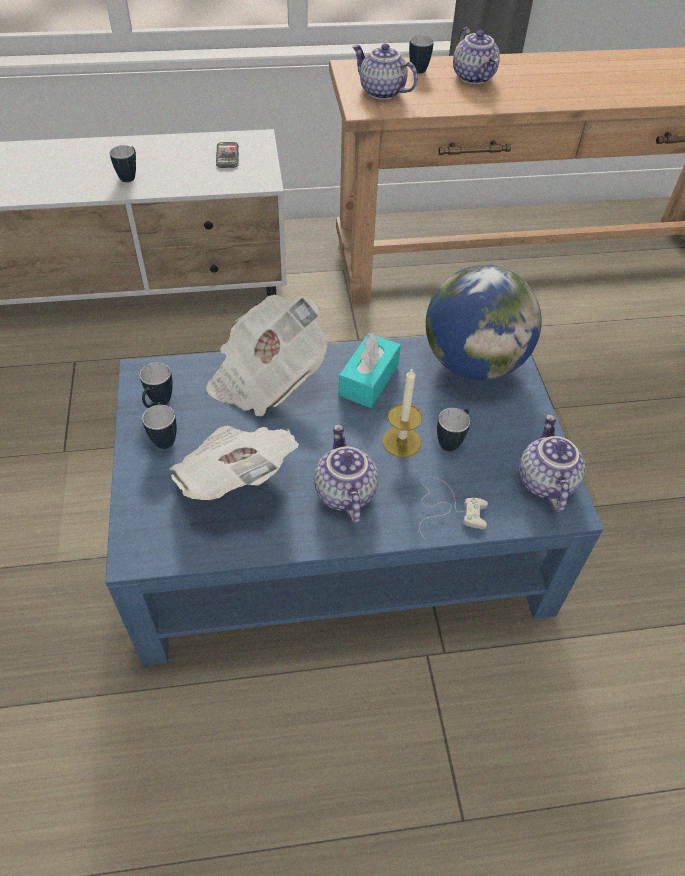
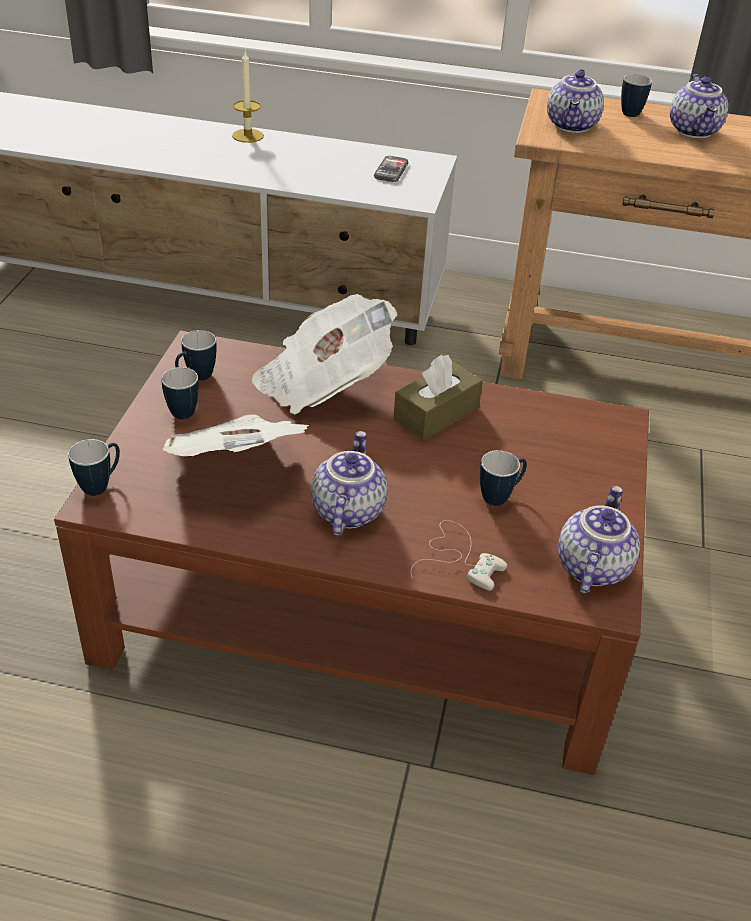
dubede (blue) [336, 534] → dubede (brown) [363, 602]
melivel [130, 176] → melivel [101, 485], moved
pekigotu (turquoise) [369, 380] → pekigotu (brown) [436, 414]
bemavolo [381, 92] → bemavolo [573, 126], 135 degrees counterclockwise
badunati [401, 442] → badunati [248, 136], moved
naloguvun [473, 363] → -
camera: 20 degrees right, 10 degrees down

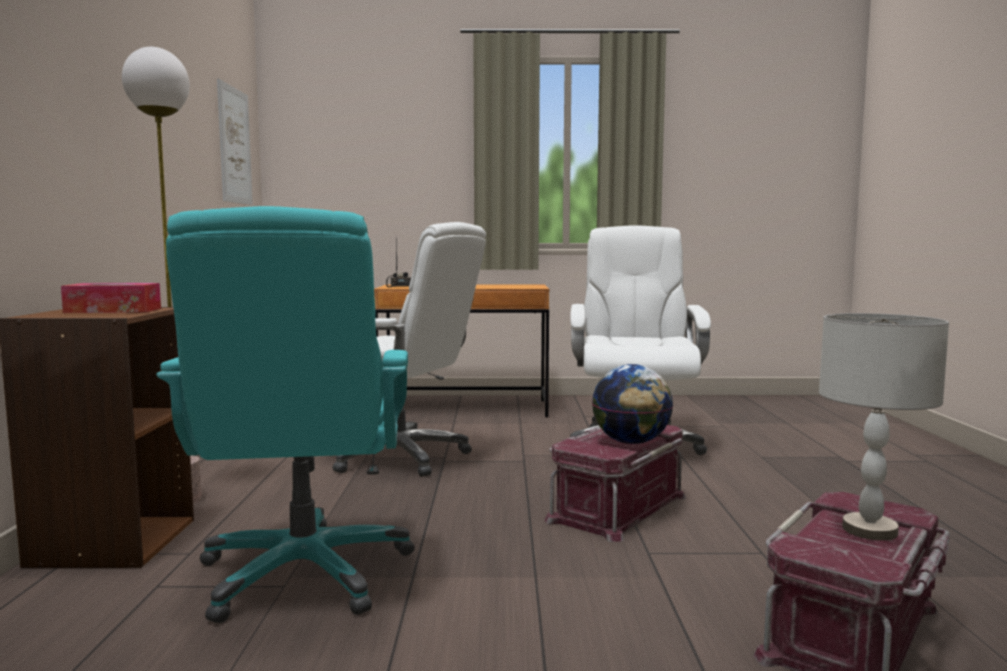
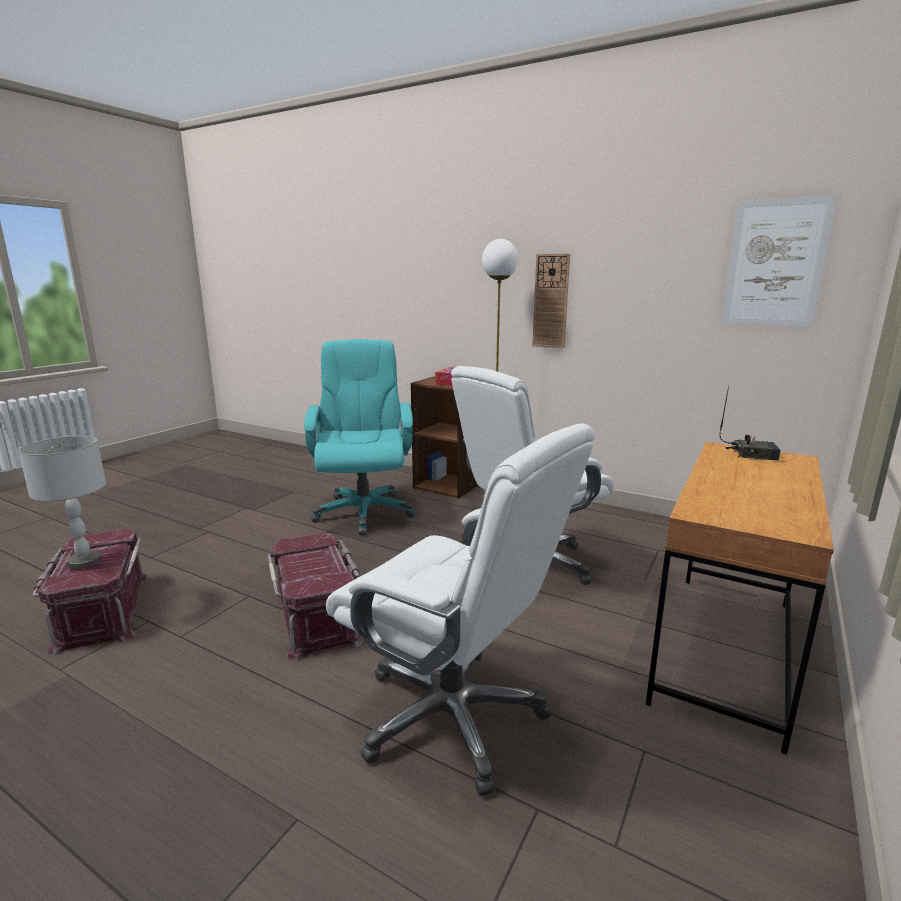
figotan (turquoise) [304, 573] → figotan (turquoise) [364, 512], 60 degrees clockwise
naloguvun [631, 442] → -
- → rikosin [551, 301]
camera: 120 degrees right, 10 degrees up

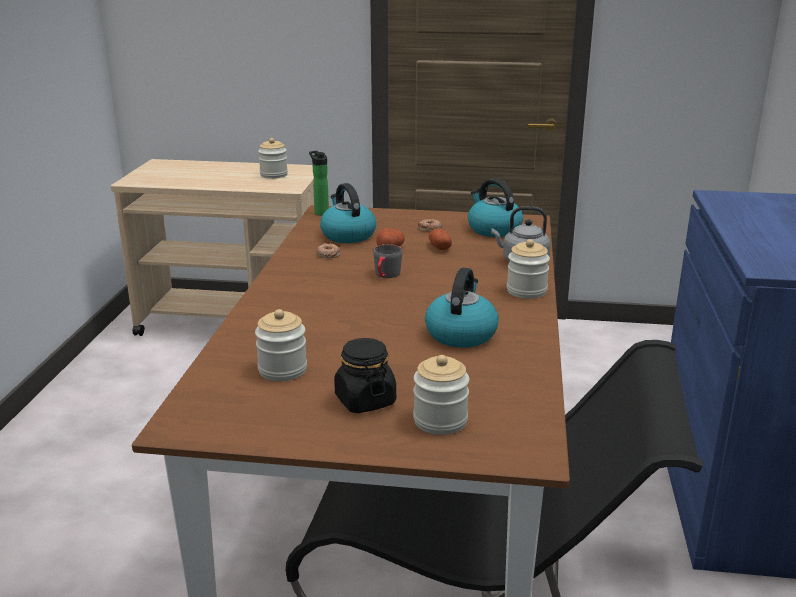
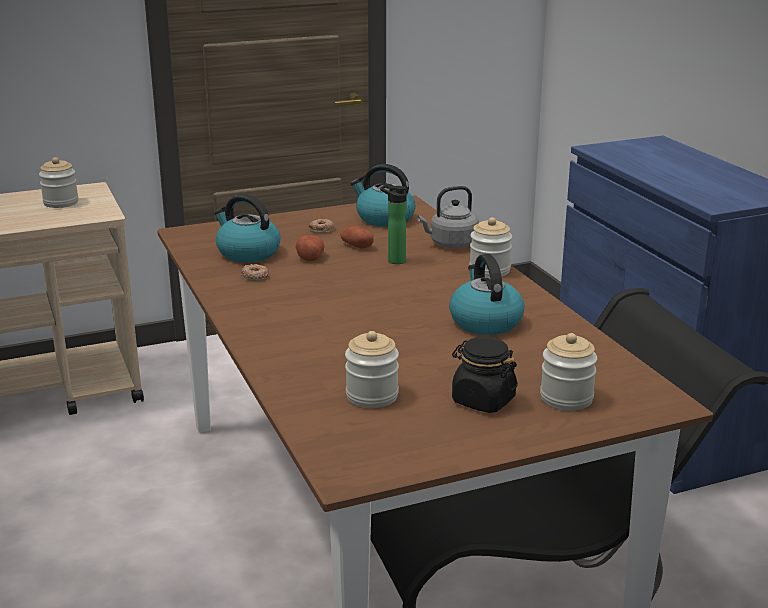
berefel [320, 212] → berefel [394, 260], moved
melivel (grey) [386, 276] → -
camera: 30 degrees left, 0 degrees up

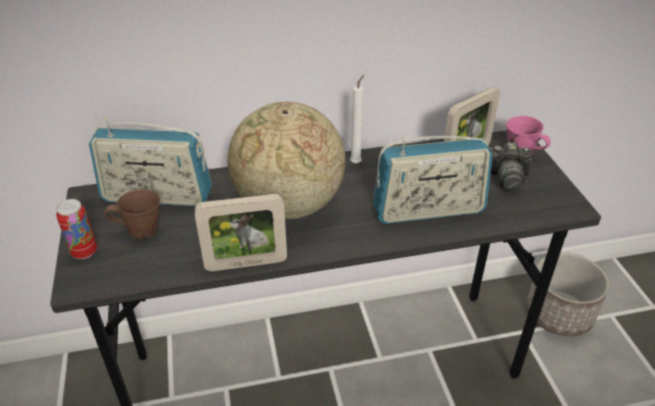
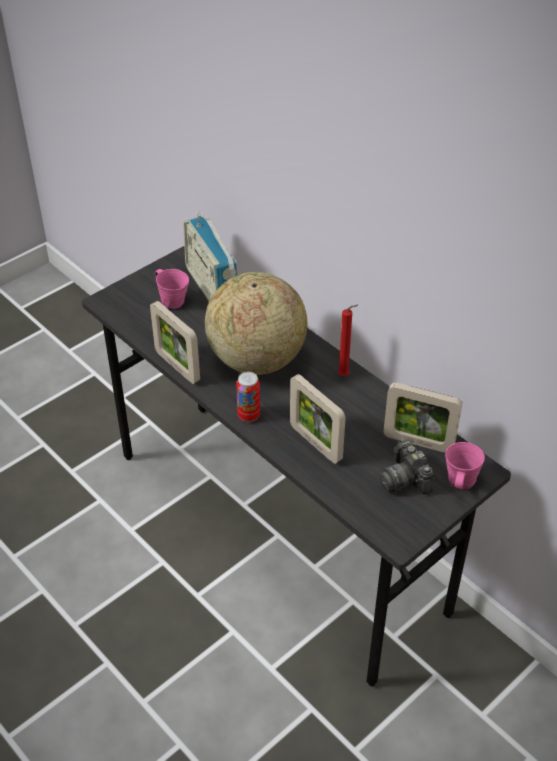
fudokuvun [84, 252] → fudokuvun [248, 415], moved
melivel (brown) [141, 230] → melivel (pink) [172, 300]
badunati (white) [356, 162] → badunati (red) [345, 375]
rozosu [428, 210] → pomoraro [315, 443]
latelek [559, 313] → -
camera: 60 degrees right, 5 degrees up

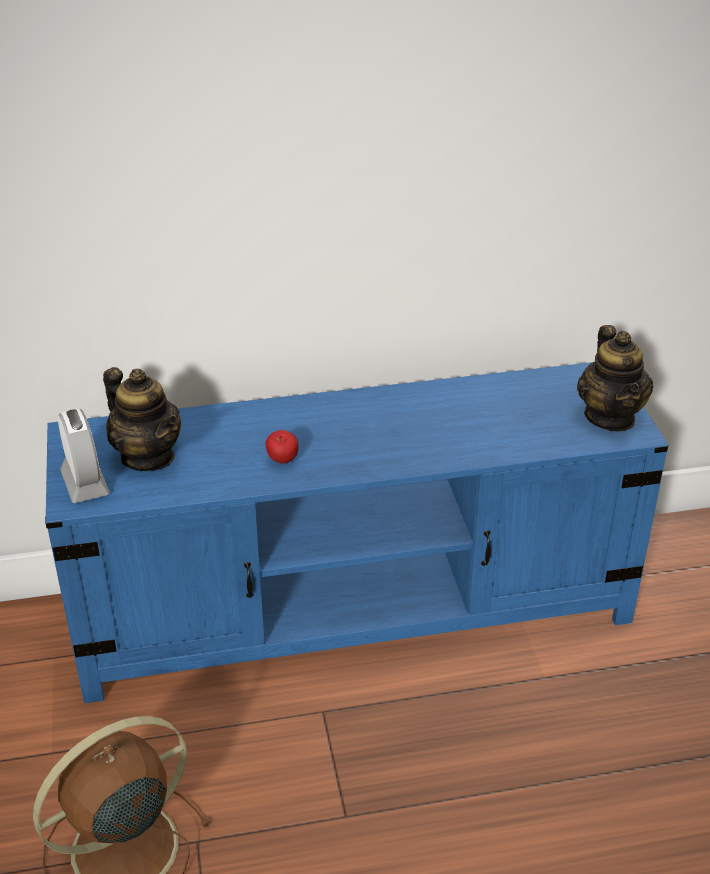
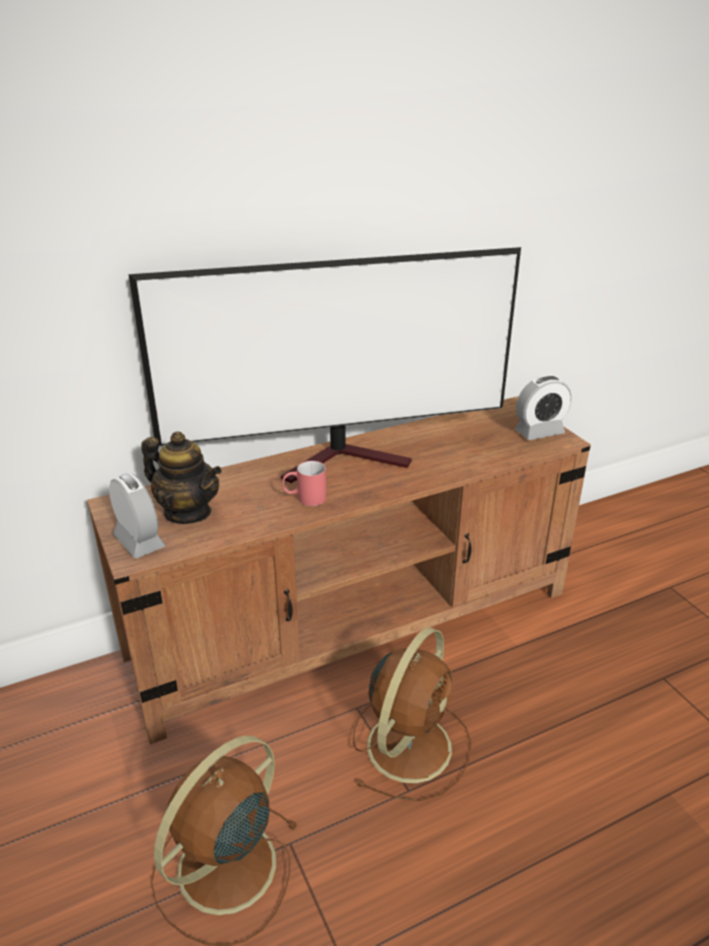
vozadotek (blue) [356, 611] → vozadotek (brown) [355, 623]
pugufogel [282, 461] → melivel (red) [304, 499]
bemavolo [610, 417] → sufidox [539, 432]
- → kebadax [346, 459]
- → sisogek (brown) [410, 743]
camera: 15 degrees left, 5 degrees down

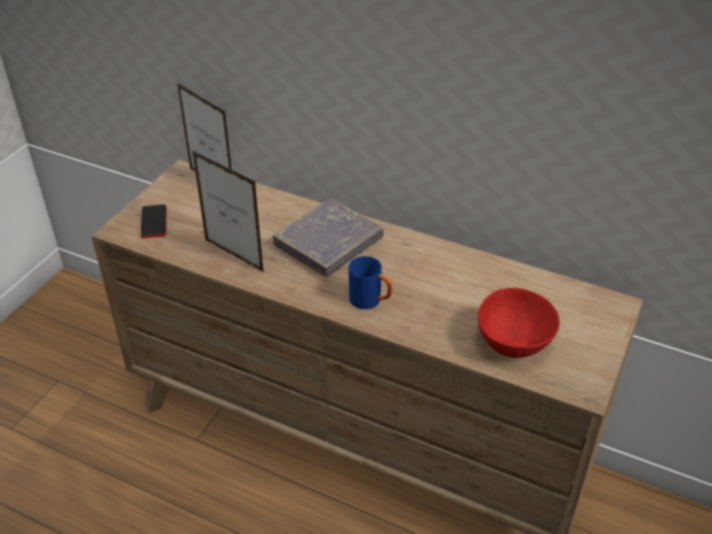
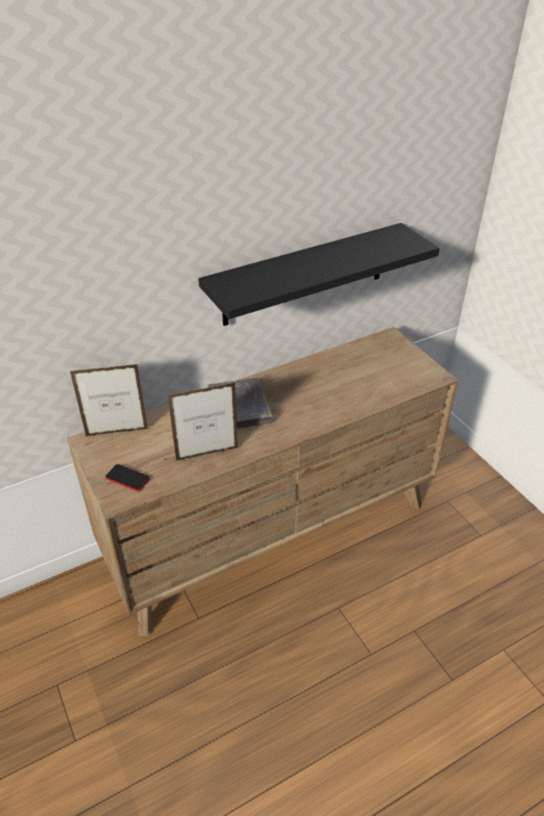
melivel (blue) [370, 301] → -
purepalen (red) [514, 341] → -
- → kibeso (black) [305, 275]
camera: 55 degrees left, 0 degrees up

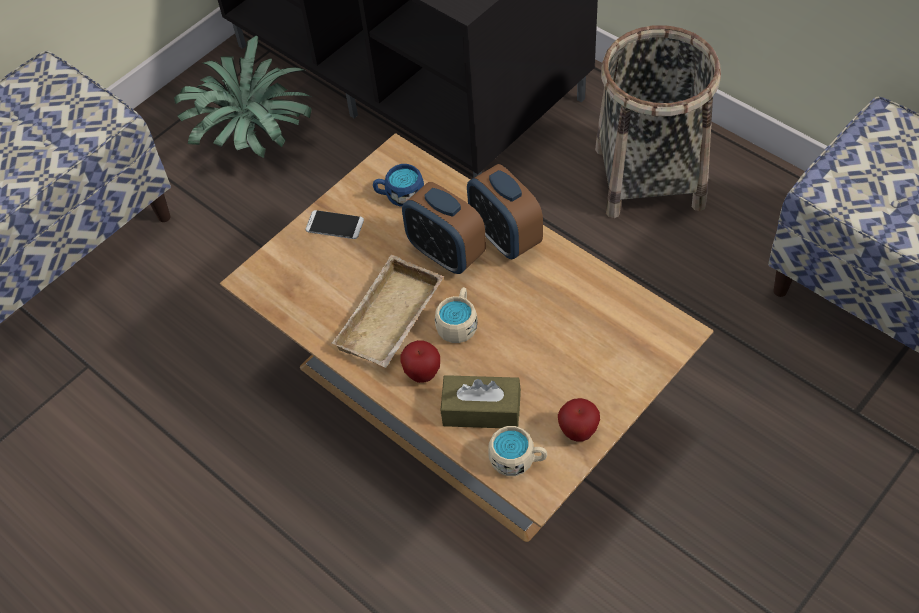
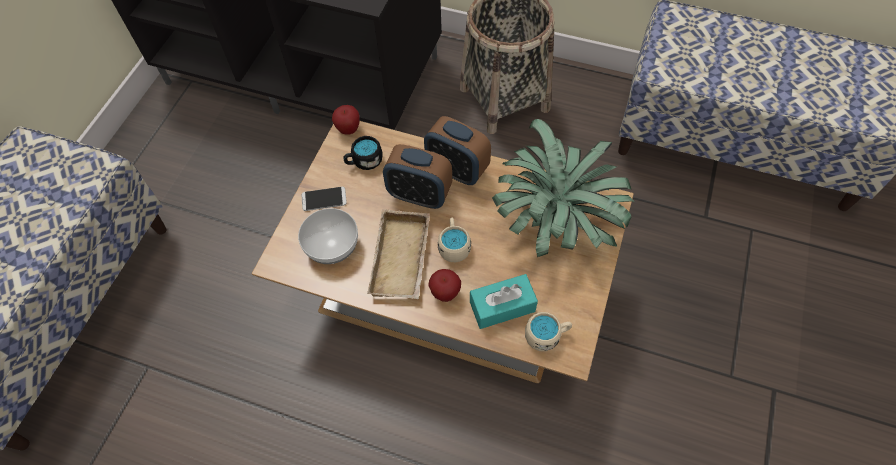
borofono [255, 136] → borofono [557, 219], moved
melivel (blue) [400, 195] → melivel (black) [364, 161]
pekigotu (brown) [481, 410] → pekigotu (turquoise) [502, 306]
pugufogel [578, 432] → pugufogel [348, 129], moved
- → purepalen [333, 247]
camera: 25 degrees left, 5 degrees up

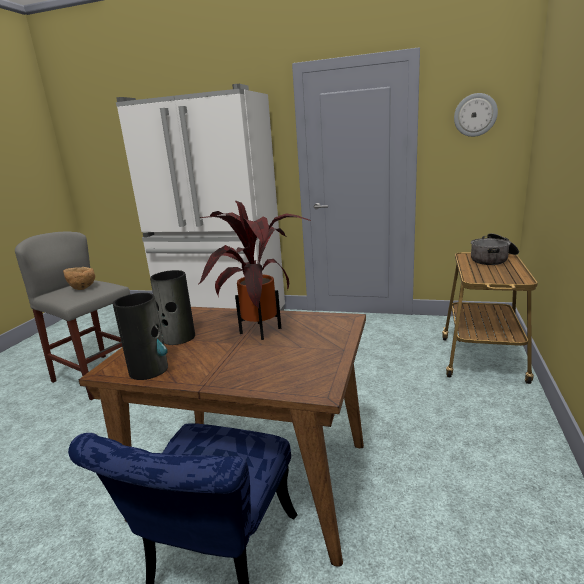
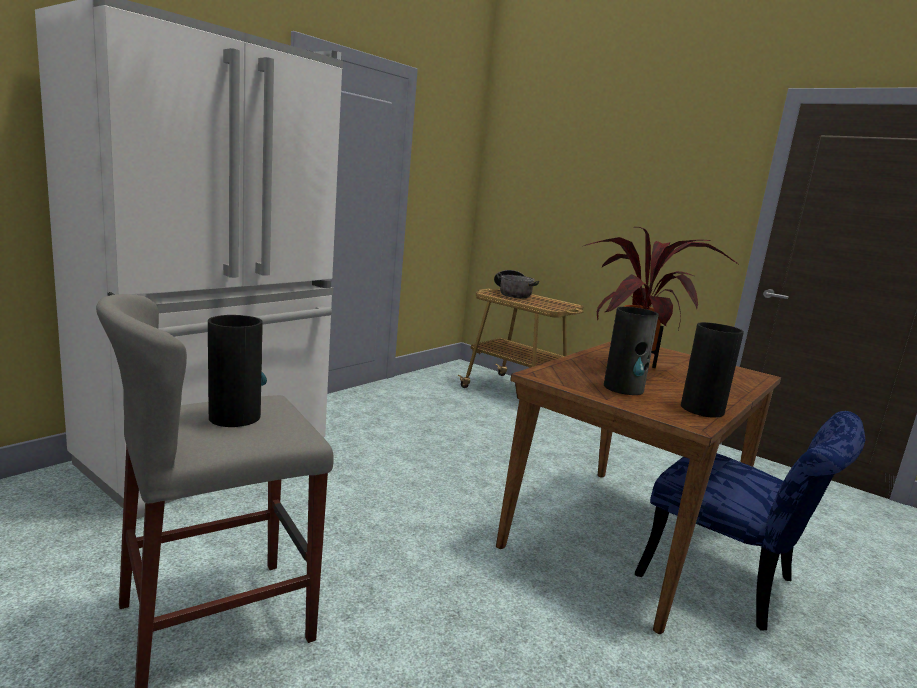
purepalen (brown) [83, 288] → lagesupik [235, 416]
rikosin [475, 115] → -
camera: 70 degrees left, 5 degrees down

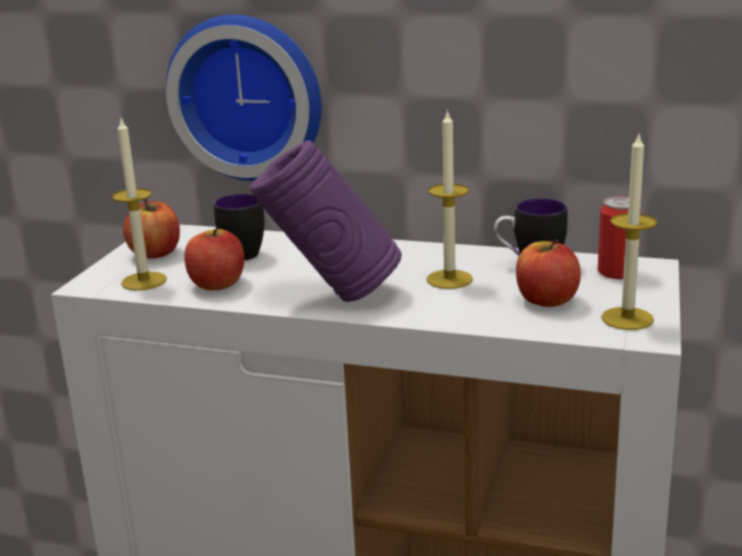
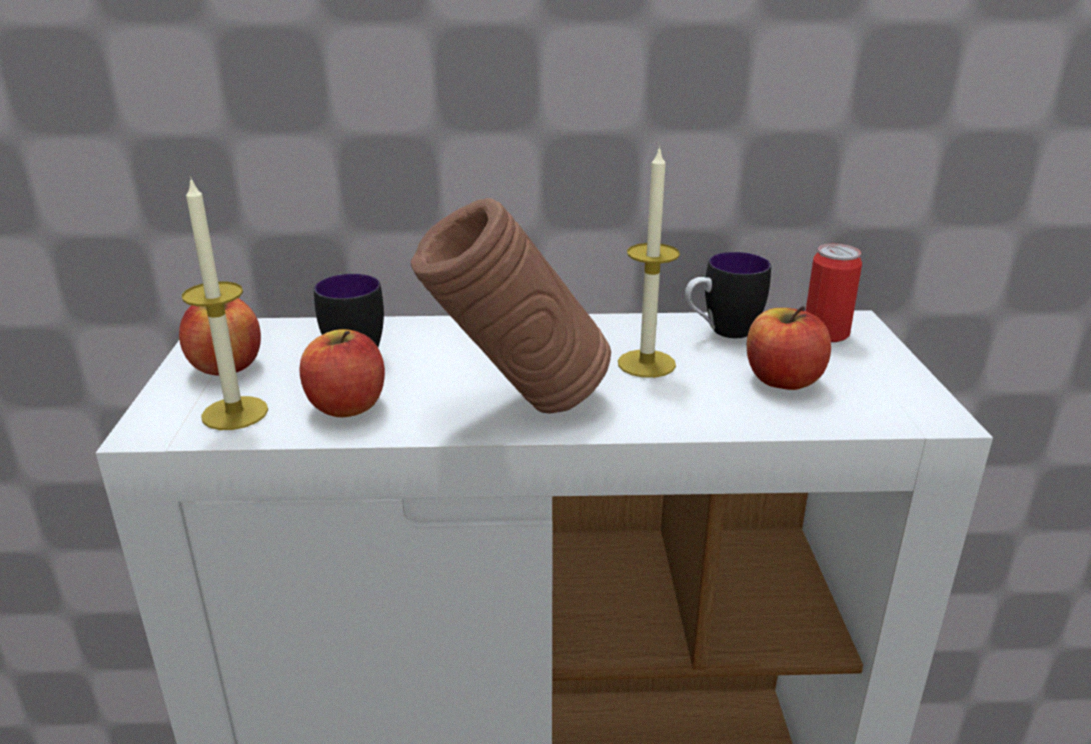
rikosin [248, 96] → -
lagesupik (purple) [331, 296] → lagesupik (brown) [517, 406]
badunati [627, 318] → -
camera: 20 degrees left, 5 degrees up

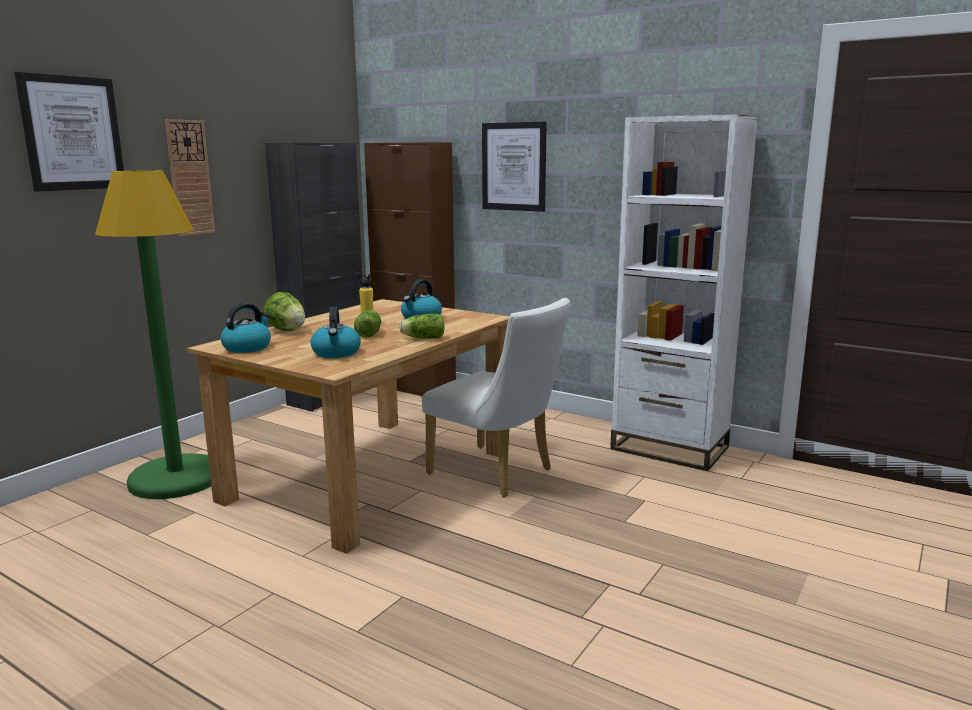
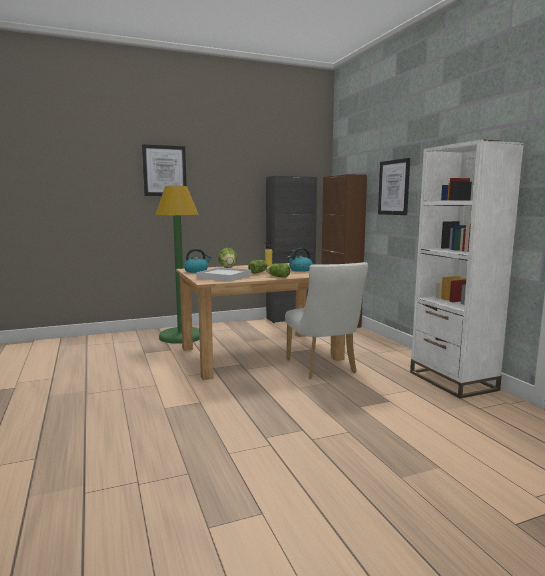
rikosin [189, 178] → -
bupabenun [336, 353] → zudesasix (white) [224, 277]
camera: 35 degrees right, 5 degrees down

